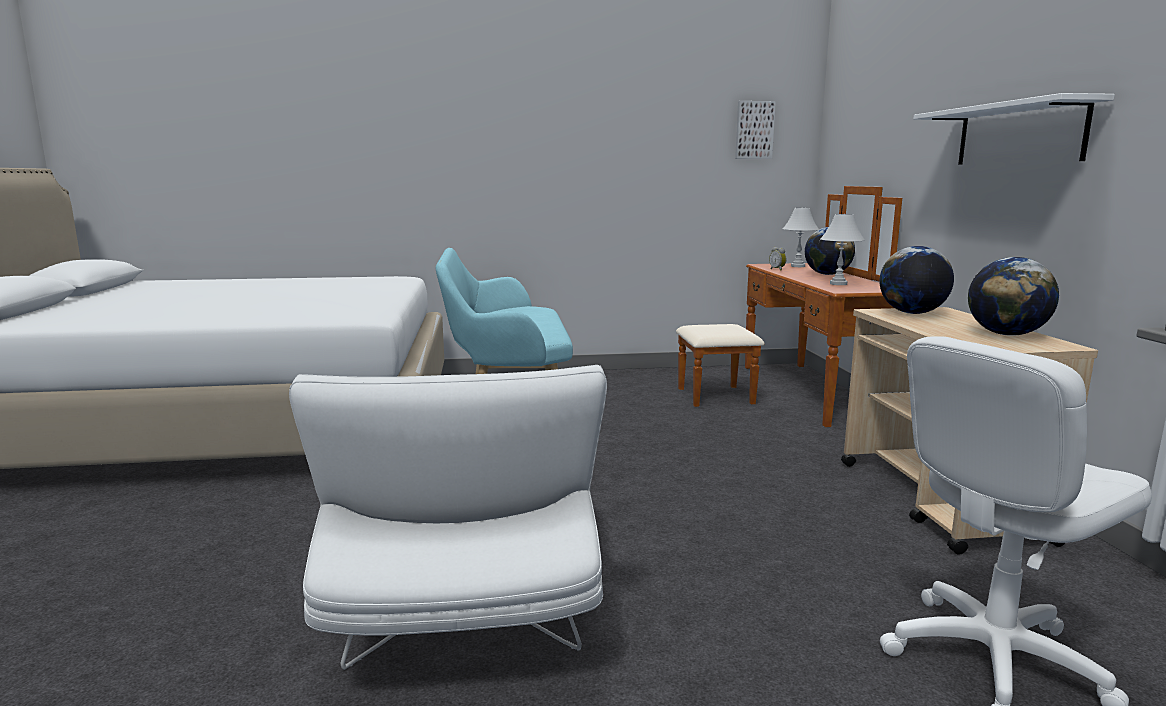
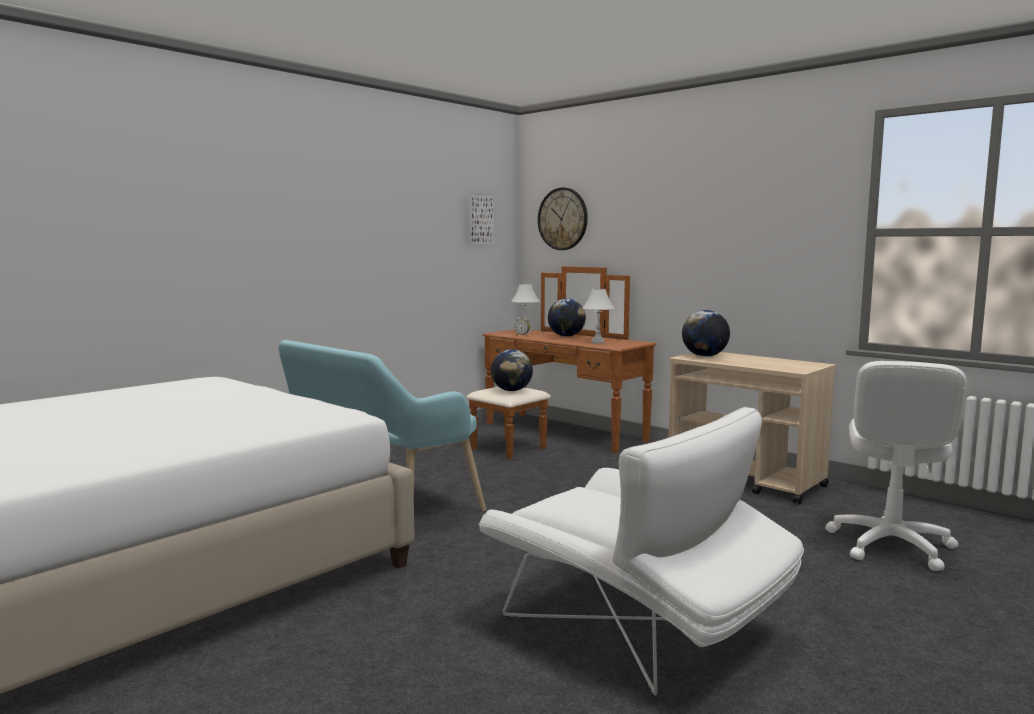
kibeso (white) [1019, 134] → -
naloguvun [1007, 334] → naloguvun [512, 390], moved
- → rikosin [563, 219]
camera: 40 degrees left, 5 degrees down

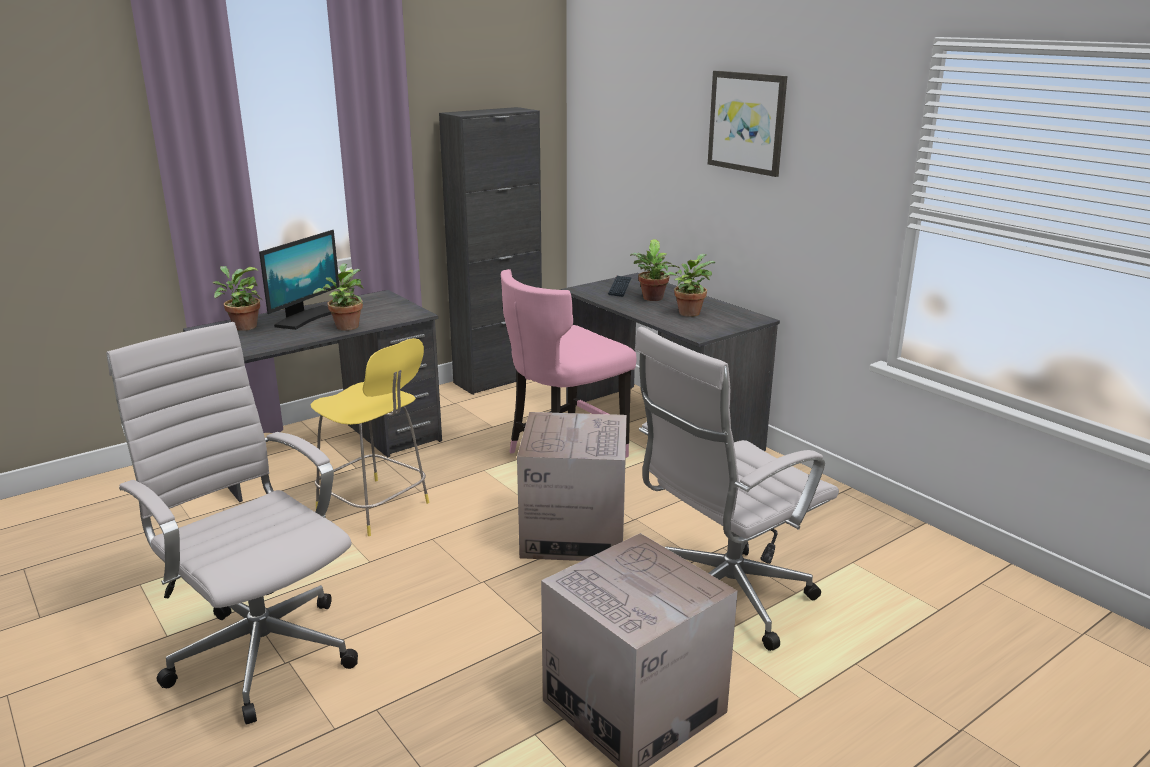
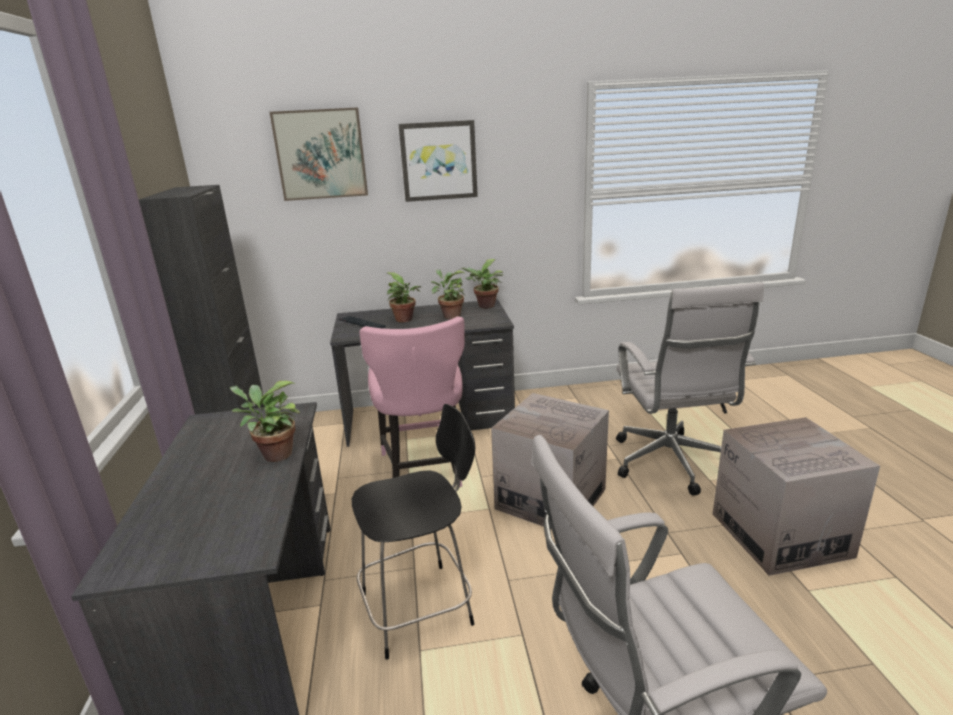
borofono [242, 326] → borofono [485, 306], moved
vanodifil [305, 318] → -
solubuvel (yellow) [375, 508] → solubuvel (black) [421, 607]
- → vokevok [321, 154]
camera: 60 degrees left, 0 degrees up

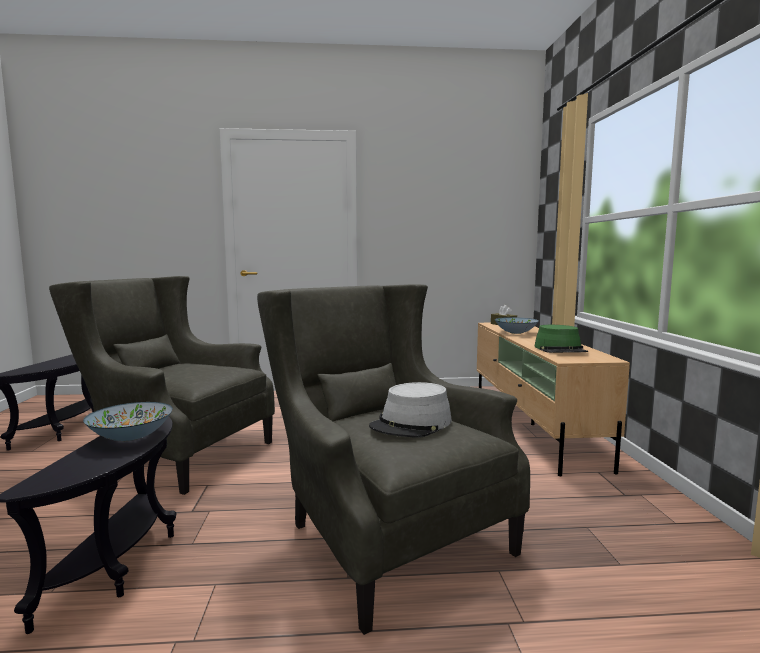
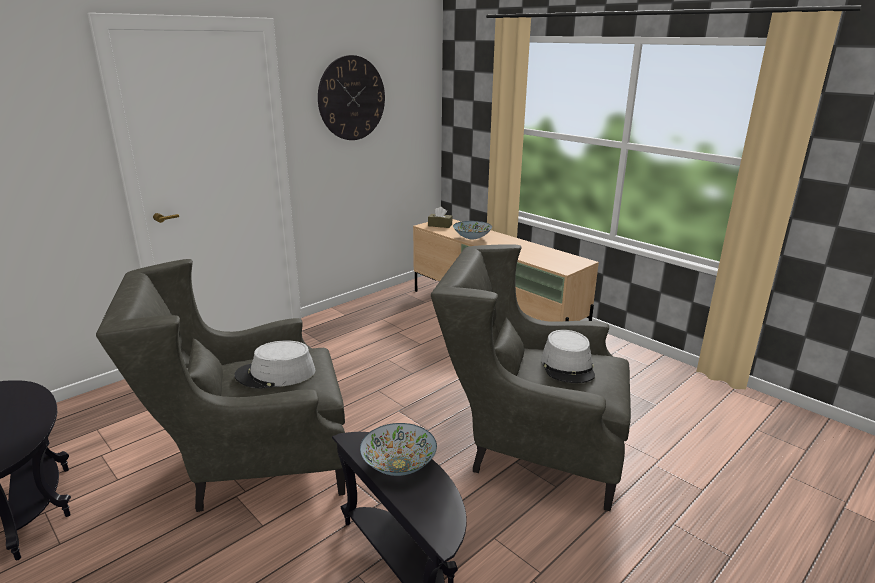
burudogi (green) [560, 349] → -
- → burudogi (grey) [276, 374]
- → rikosin [351, 98]
camera: 40 degrees left, 15 degrees up

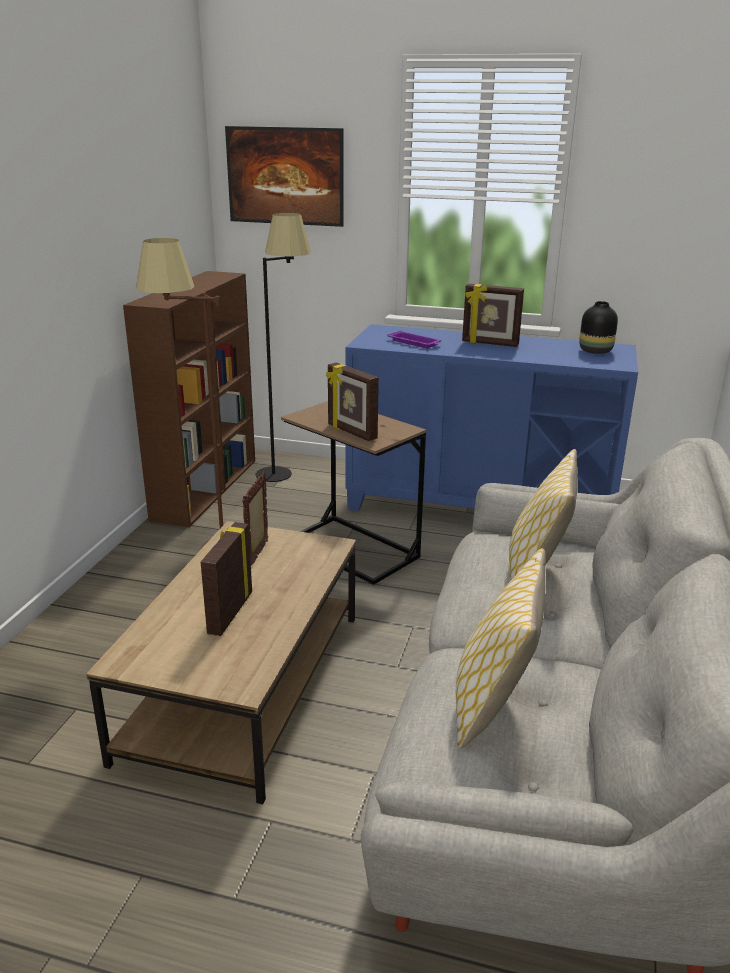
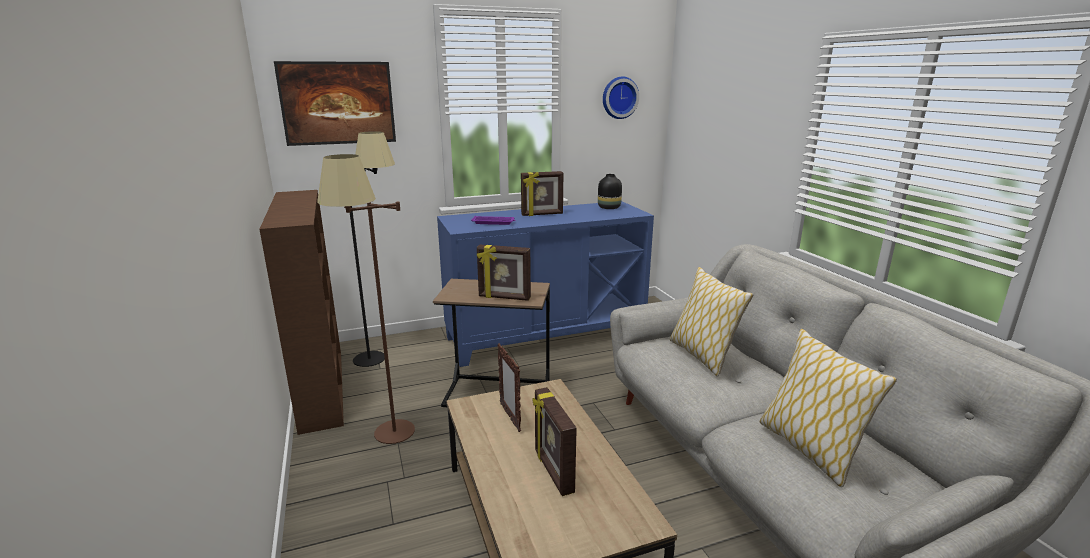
- → rikosin [619, 97]
camera: 35 degrees left, 5 degrees down

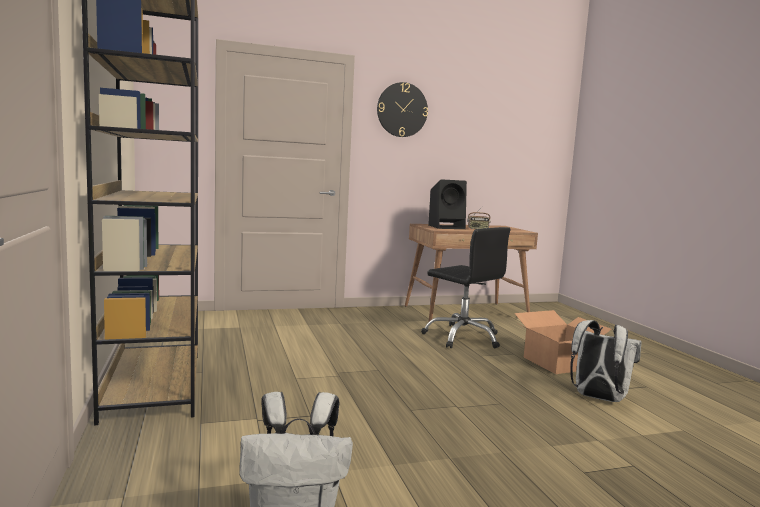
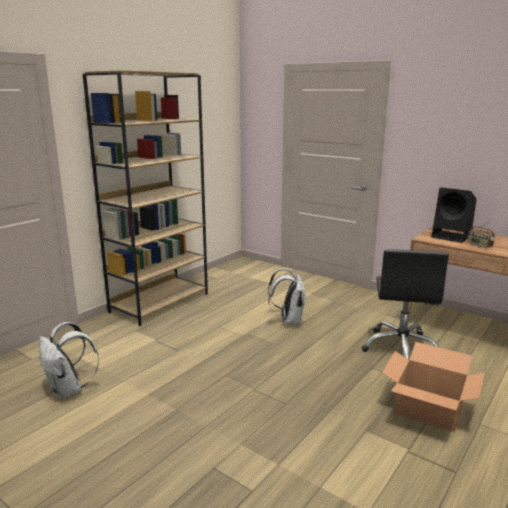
rikosin [402, 110] → -
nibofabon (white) [597, 398] → nibofabon (white) [289, 320], moved
camera: 55 degrees right, 10 degrees up

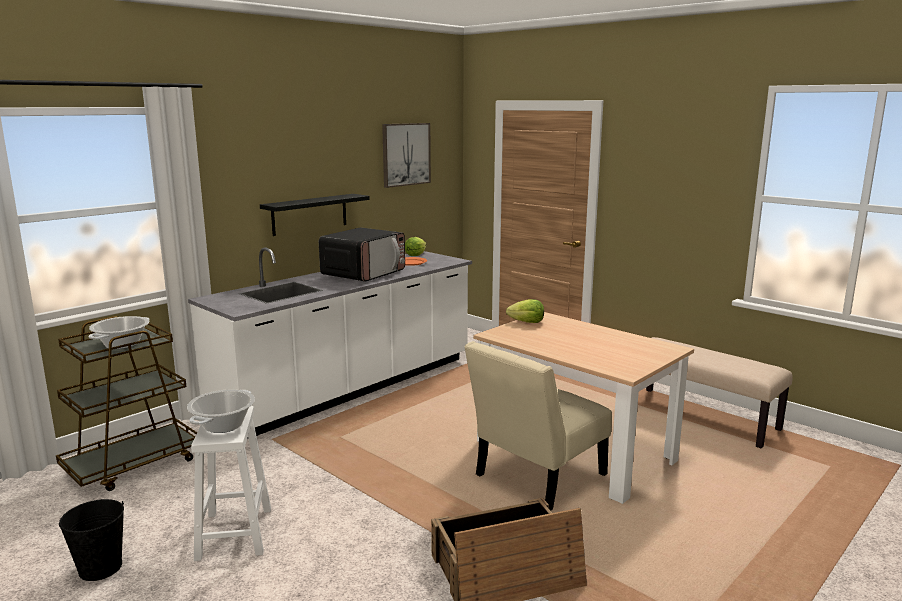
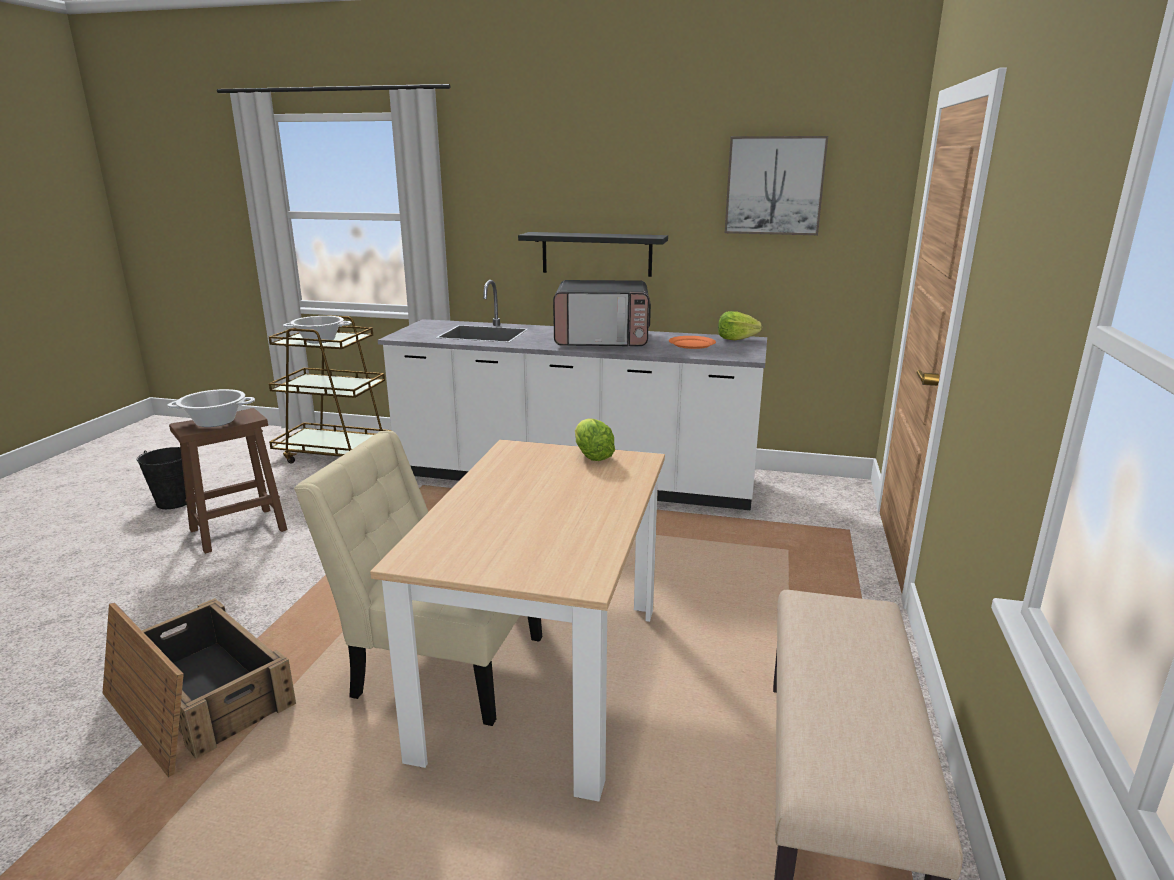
solubuvel (white) [234, 532] → solubuvel (brown) [240, 529]
camera: 60 degrees right, 5 degrees up

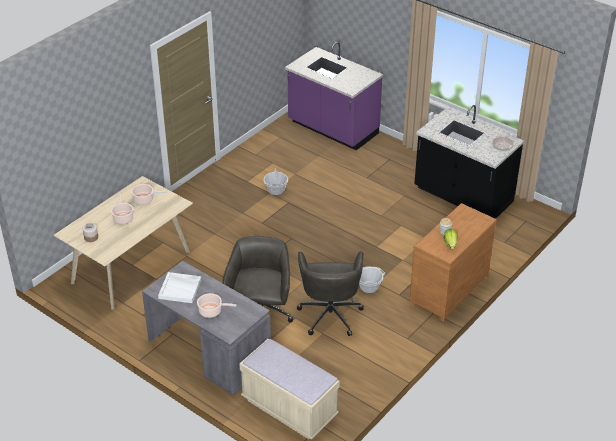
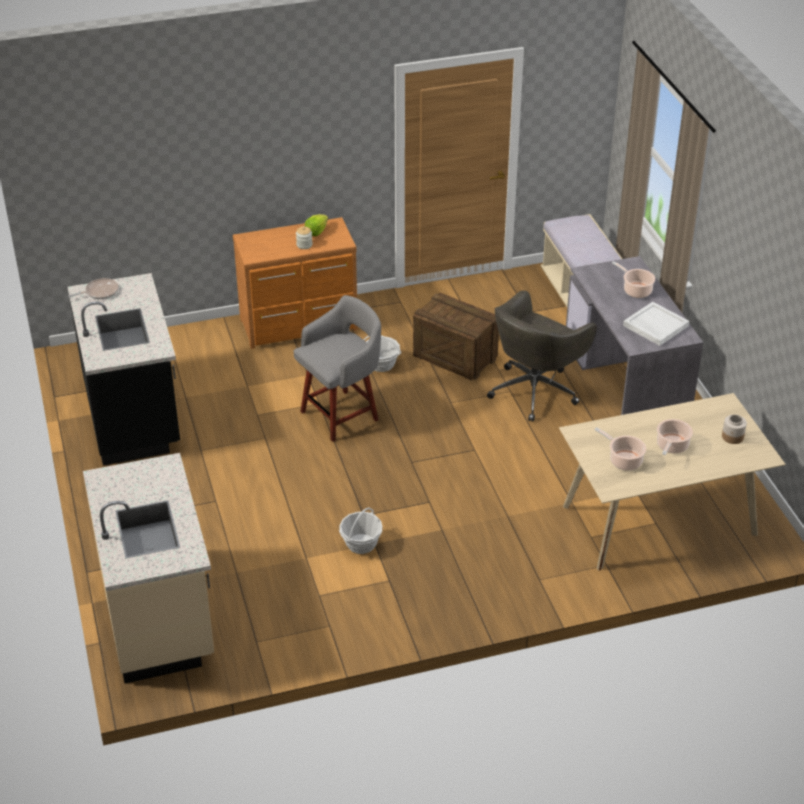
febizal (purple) [332, 129] → febizal (beige) [159, 614]
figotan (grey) [330, 314] → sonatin [455, 357]
- → solubuvel (grey) [341, 414]
camera: 145 degrees left, 0 degrees up

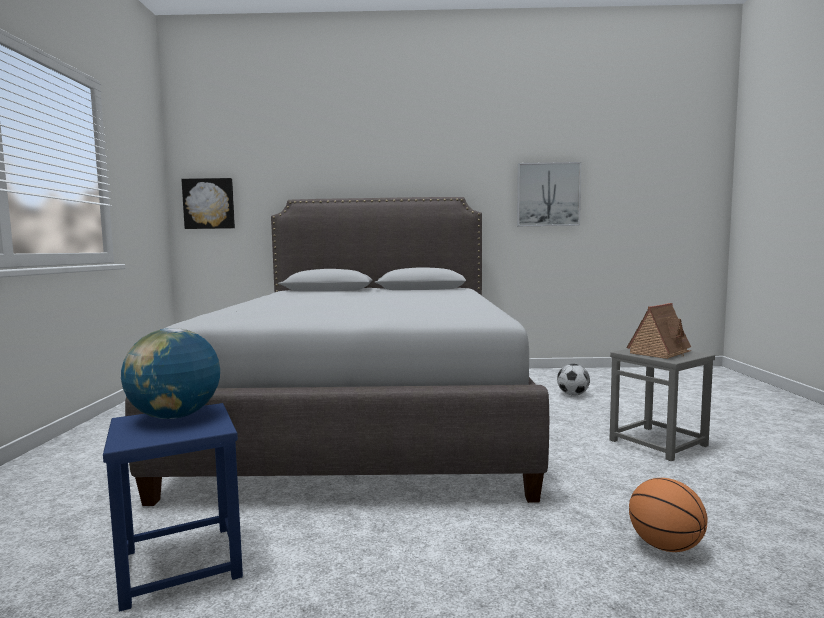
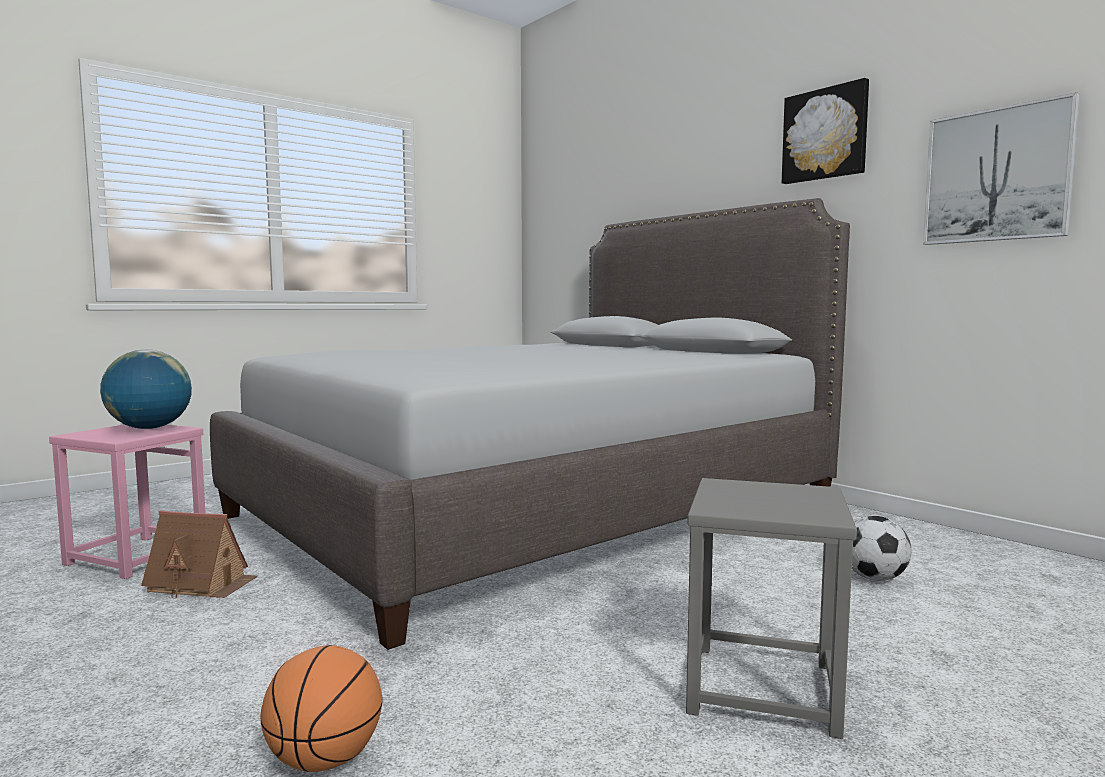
solubuvel (blue) [180, 564] → solubuvel (pink) [135, 557]
vokevok [209, 204] → vokevok [825, 134], moved
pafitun [660, 352] → pafitun [202, 584], moved
camera: 50 degrees right, 0 degrees up

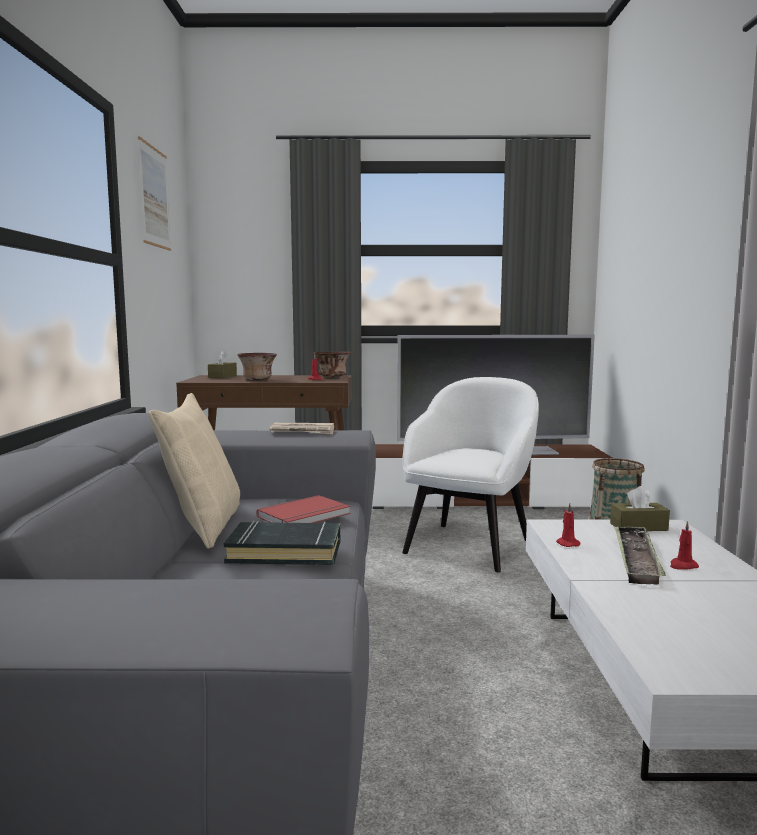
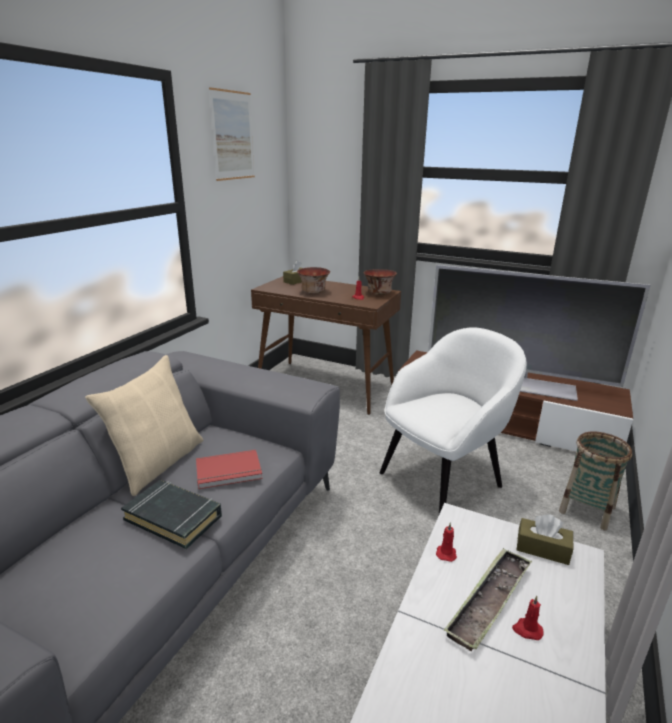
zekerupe [303, 431] → -
camera: 25 degrees right, 15 degrees up

